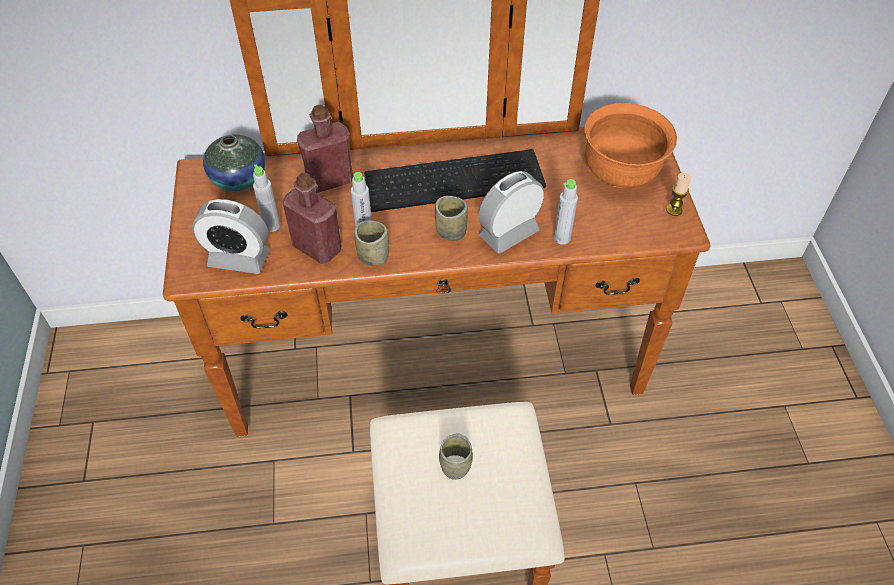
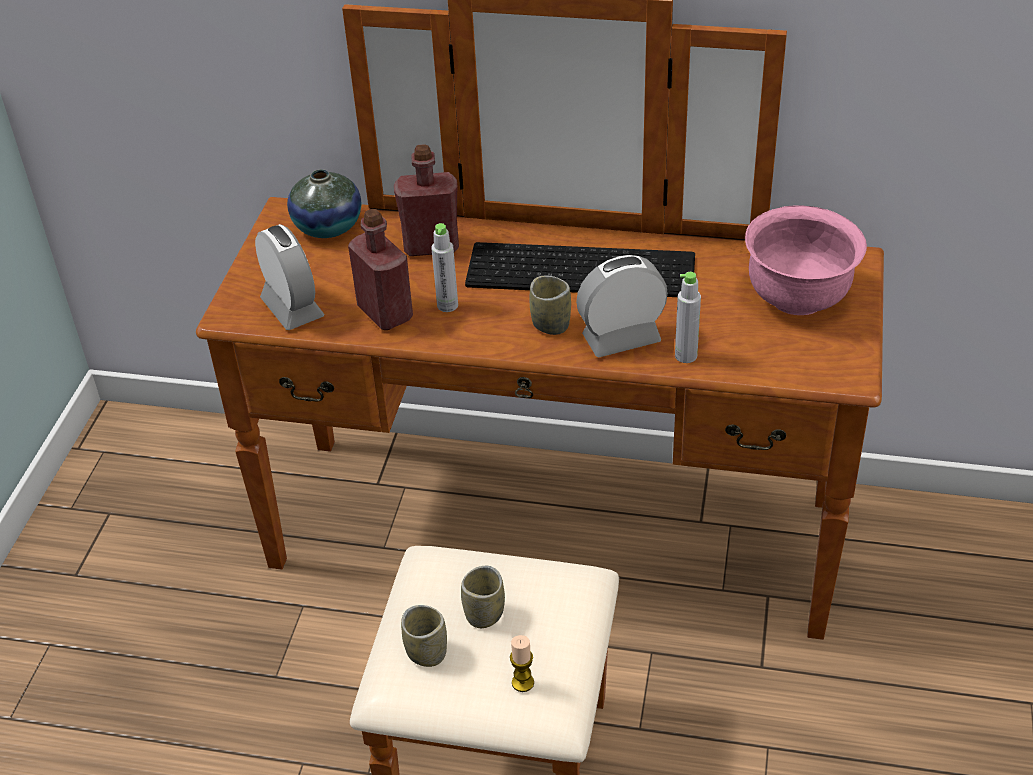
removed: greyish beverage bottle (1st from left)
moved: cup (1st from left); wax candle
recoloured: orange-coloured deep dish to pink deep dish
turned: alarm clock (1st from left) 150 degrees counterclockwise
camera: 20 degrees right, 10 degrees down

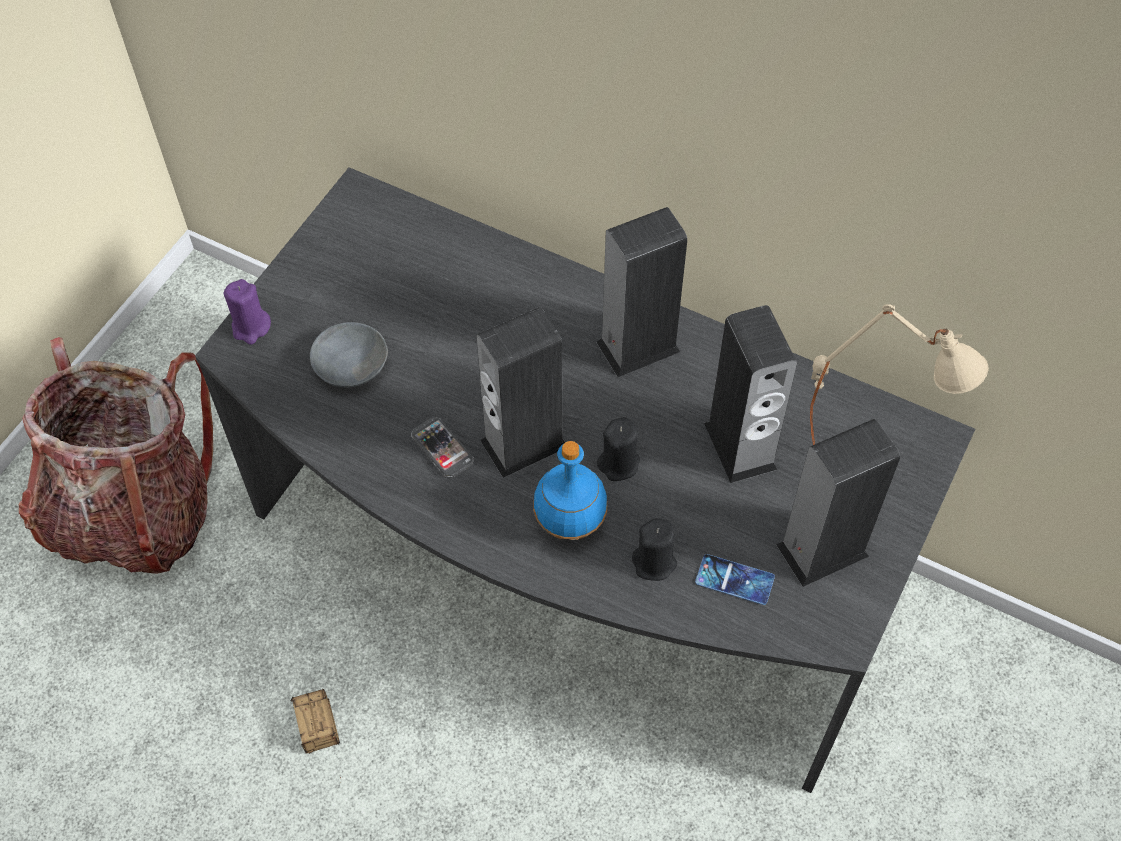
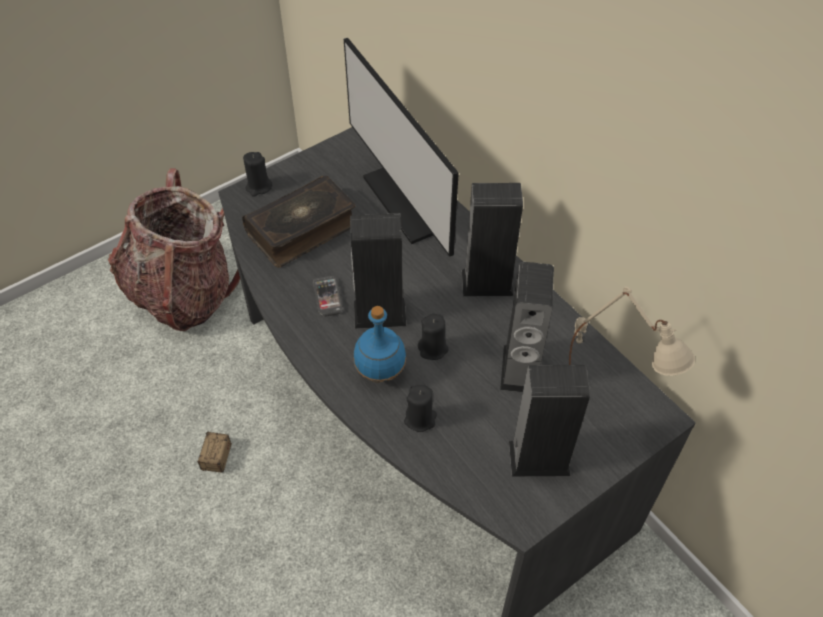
removed: handset (2nd from left)
added: computer screen
replaced: greyish deep dish to bound book
recoloured: purple-coloured wax candle to blackish wax candle (1st from left)
camera: 25 degrees right, 5 degrees down

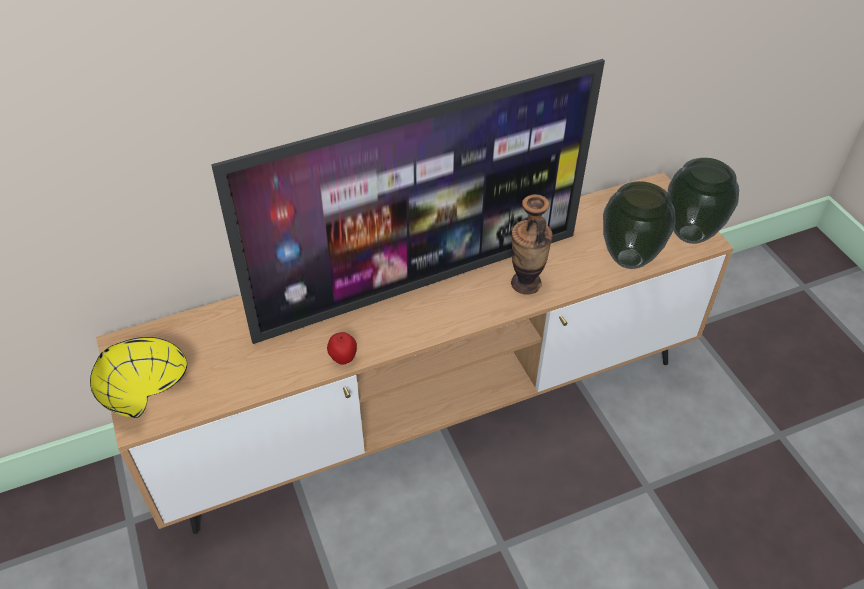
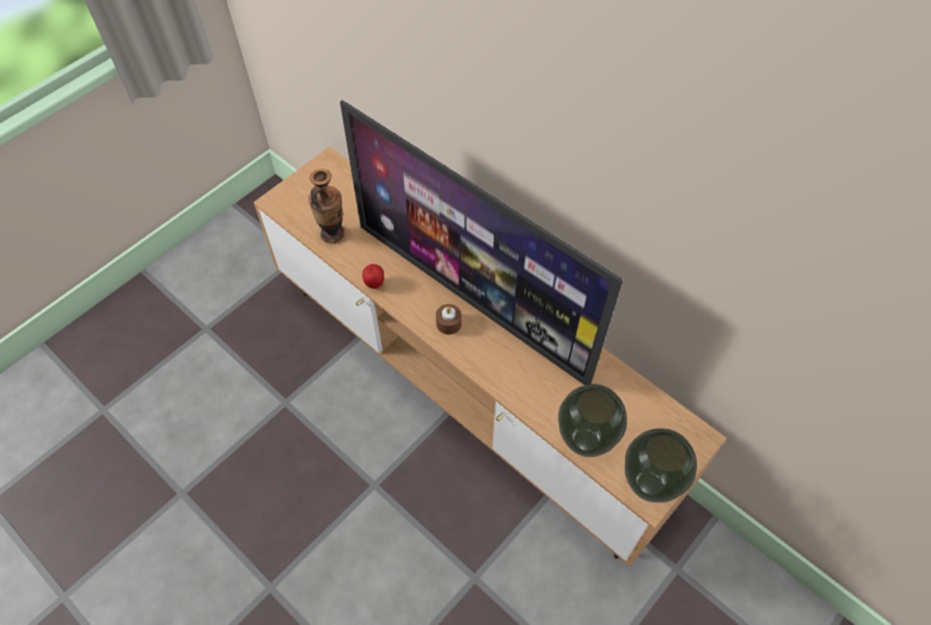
removed: yellow-coloured deep dish
added: brownish wax candle
moved: flower vase (1st from left)
camera: 65 degrees right, 10 degrees up

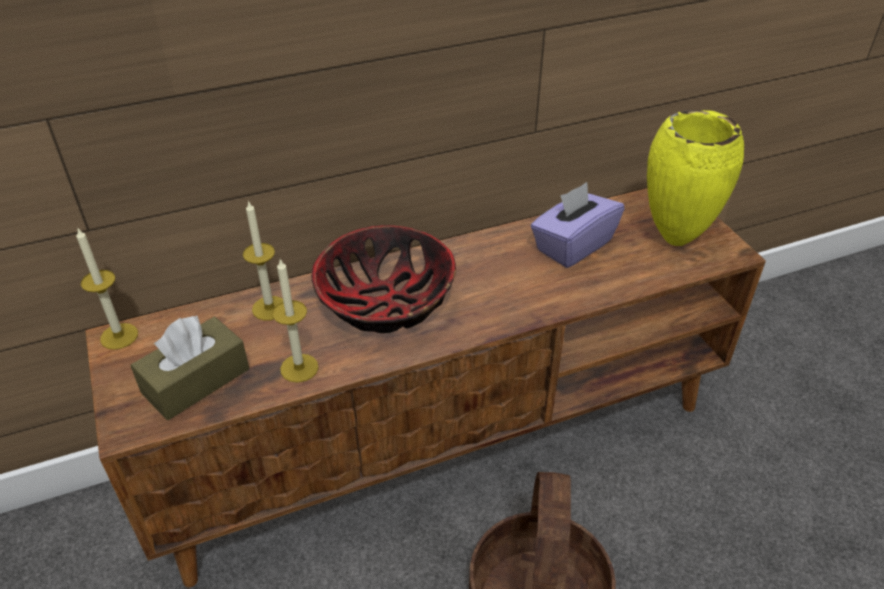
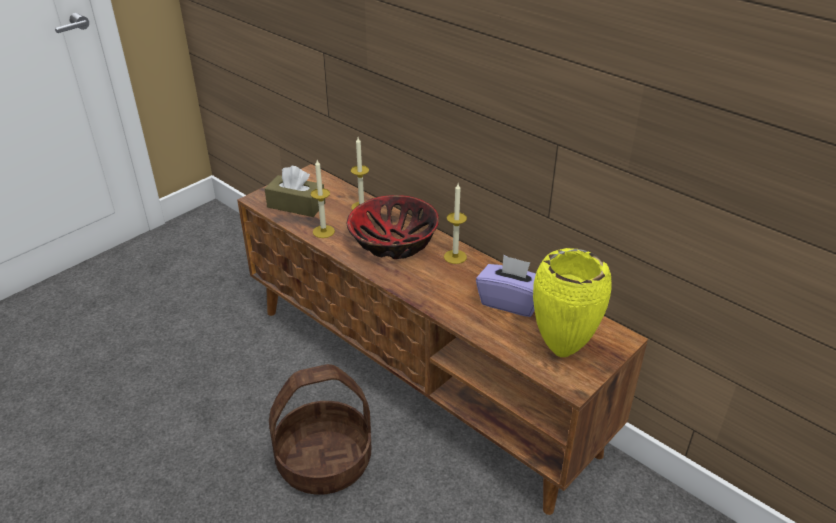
moved: wax candle (1st from left in the first image) to wax candle (3rd from left)
camera: 65 degrees right, 5 degrees down

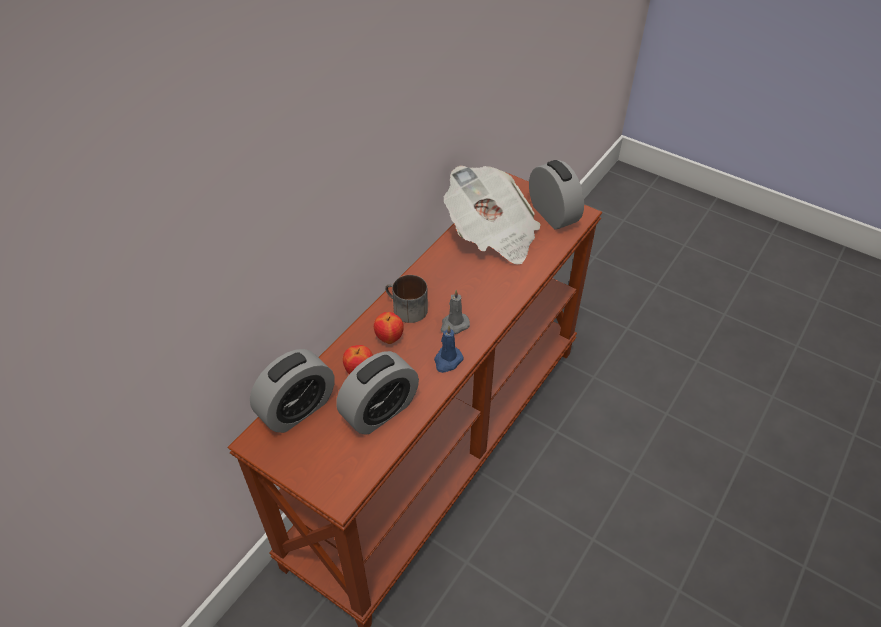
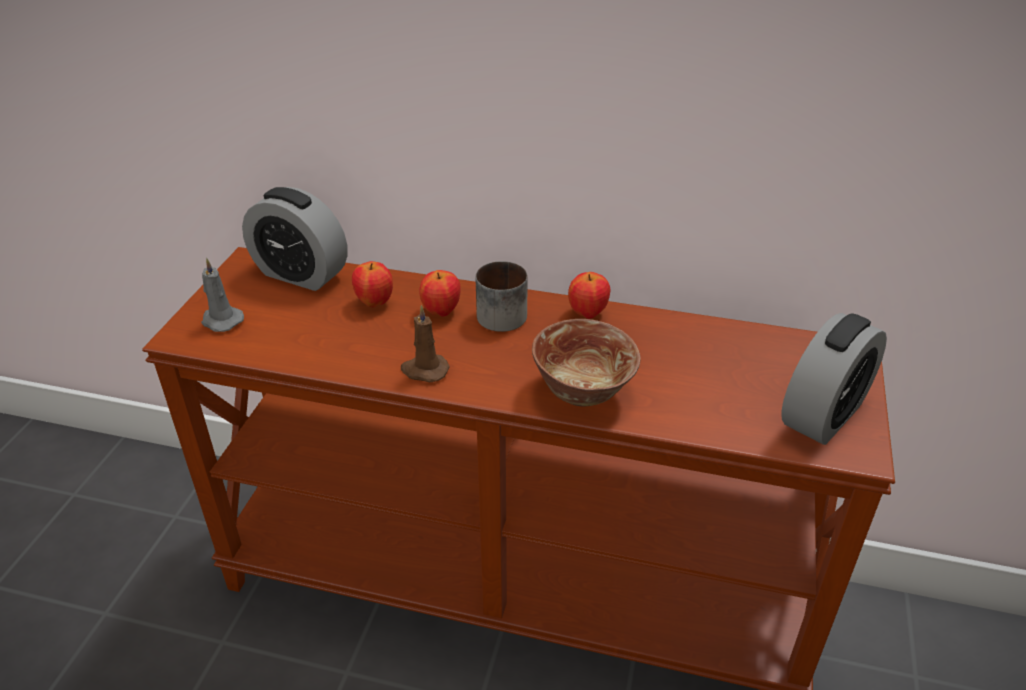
removed: alarm clock (2nd from left); printed paper
added: deep dish; apple fruit (3rd from left)
moved: greyish wax candle
recoloured: bluish wax candle to brownish wax candle
camera: 70 degrees right, 10 degrees down

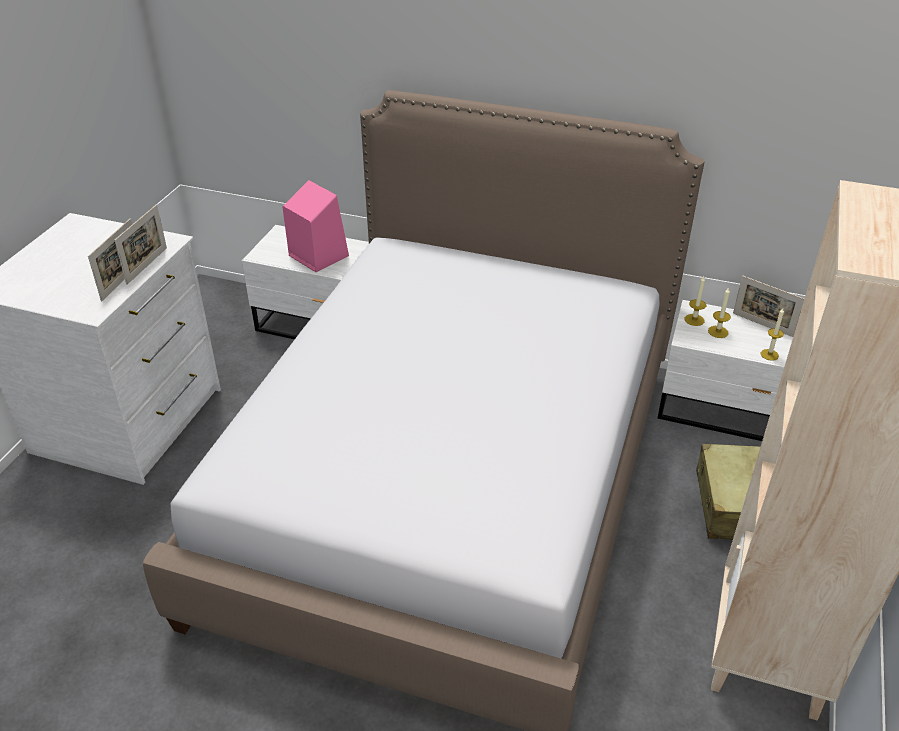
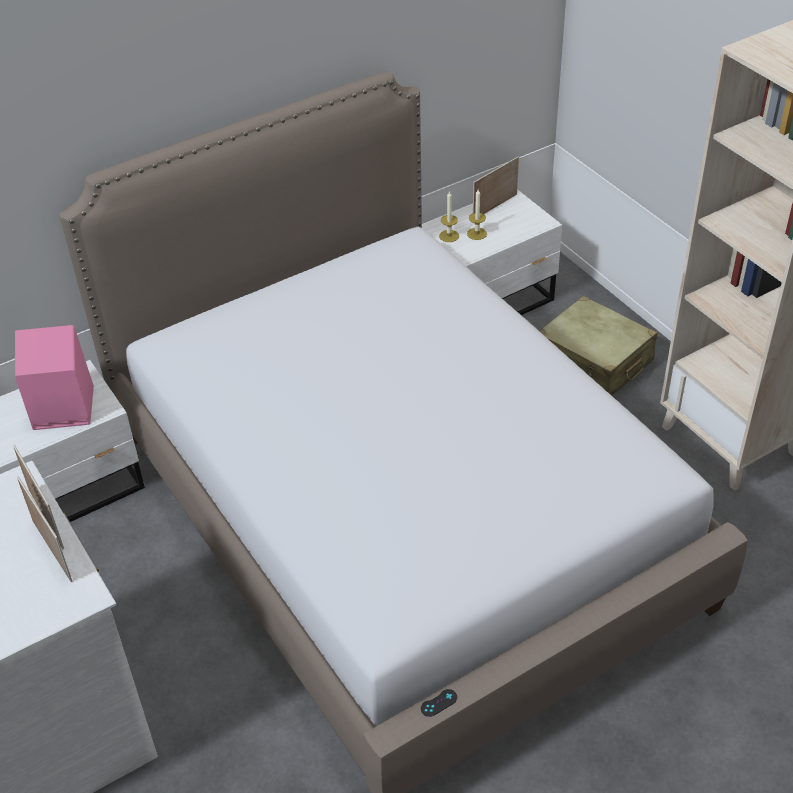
removed: wax candle (3rd from left)
added: blackish game controller
turned: photo frame (3rd from left) 150 degrees clockwise
camera: 50 degrees left, 5 degrees up

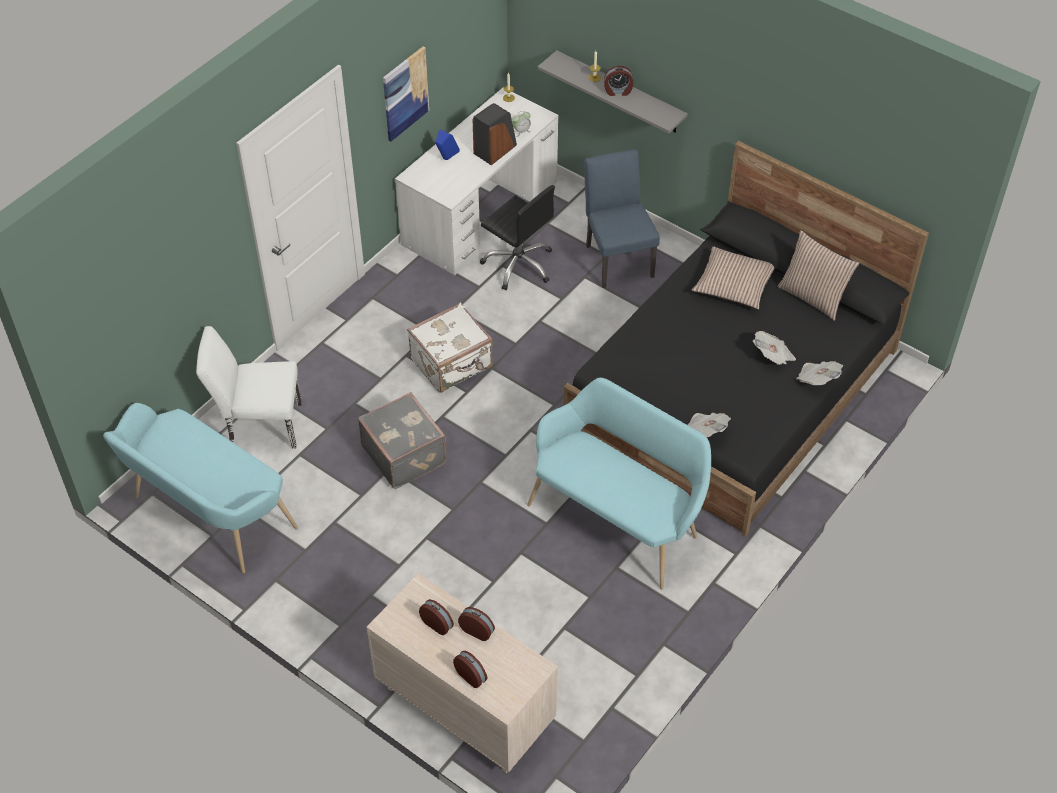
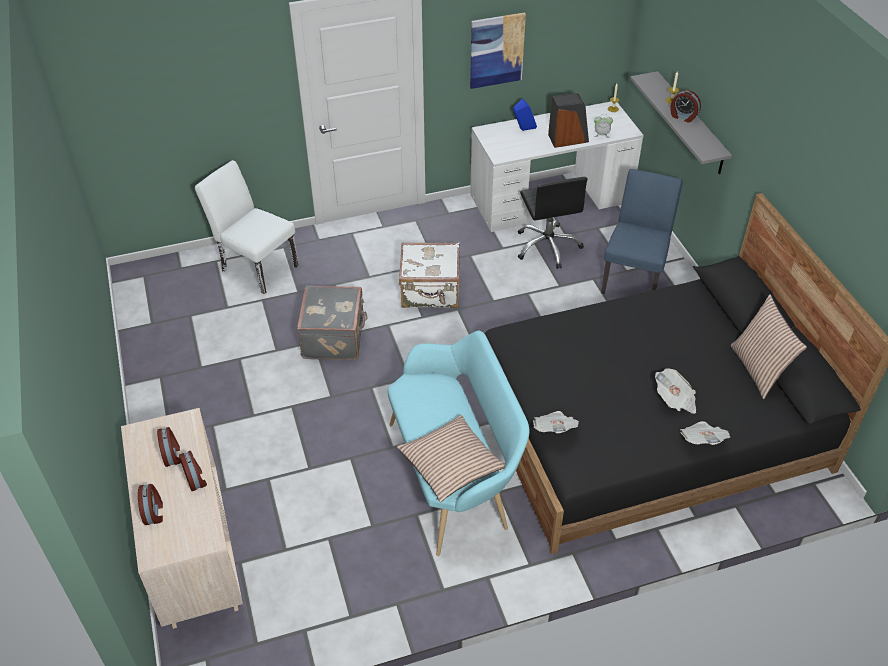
removed: turquoise-coloured indoor bench (1st from left)
moved: cushion (1st from left)
camera: 35 degrees right, 5 degrees down

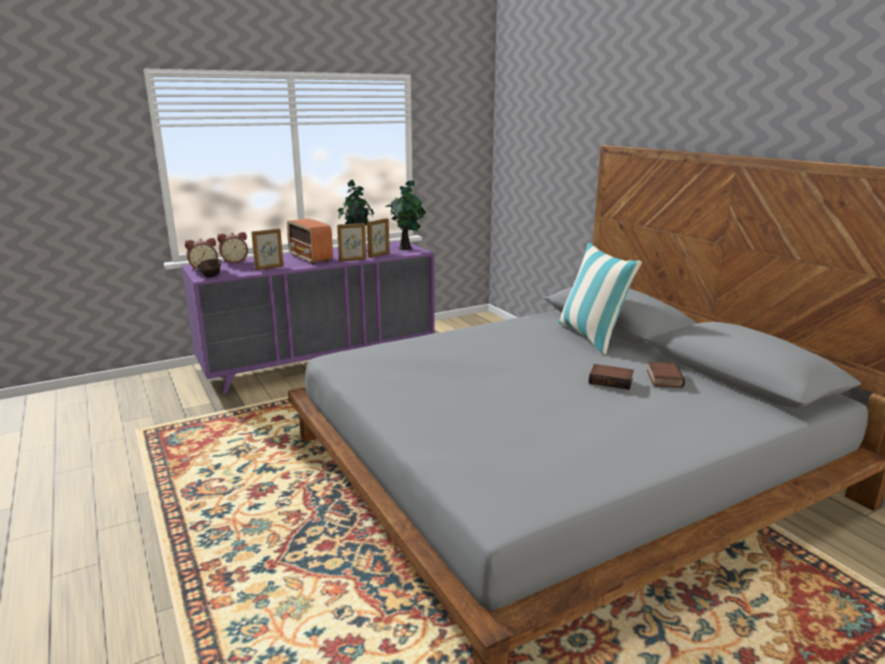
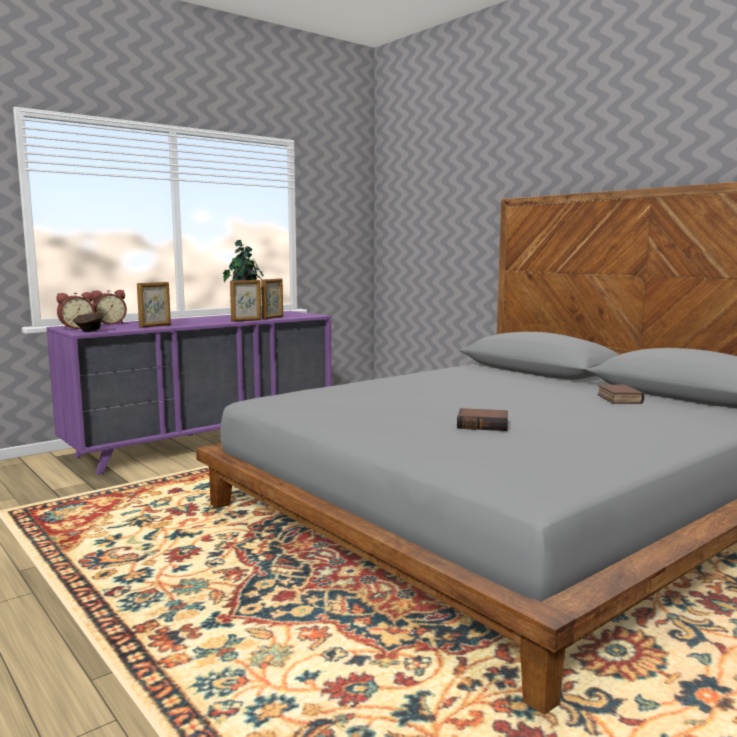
removed: radio set; plant in a pot (2nd from left); cushion
moved: bound book (1st from left)
camera: 10 degrees left, 10 degrees down

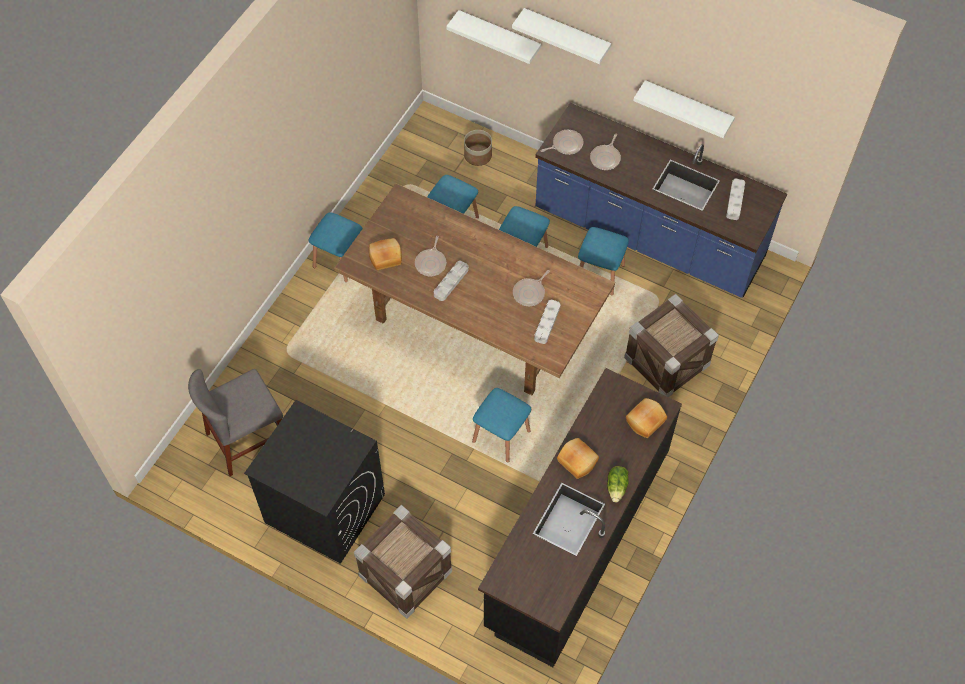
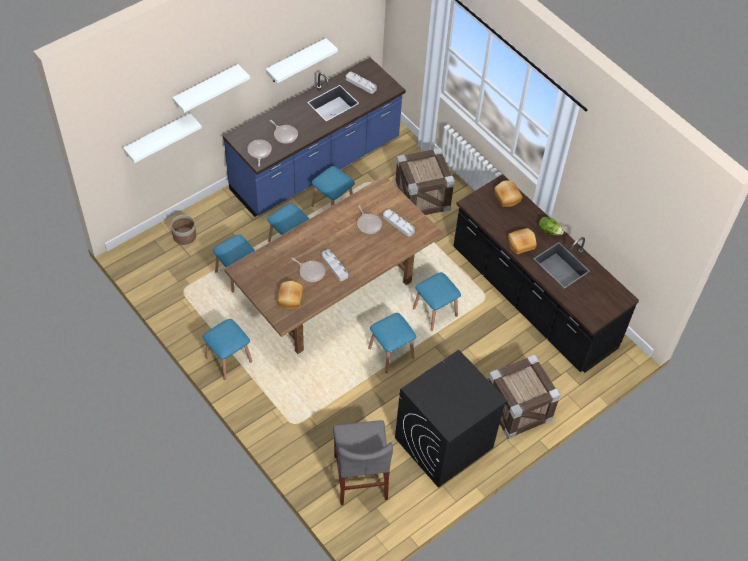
added: bluish sitting stool (5th from left)
camera: 70 degrees left, 5 degrees down

